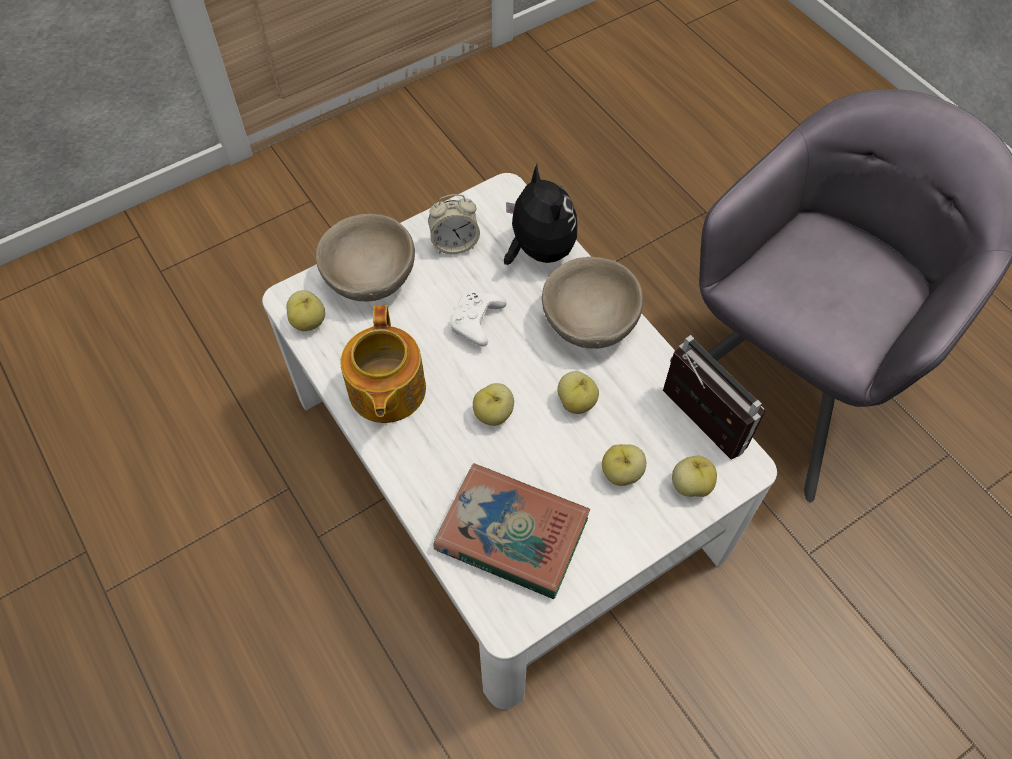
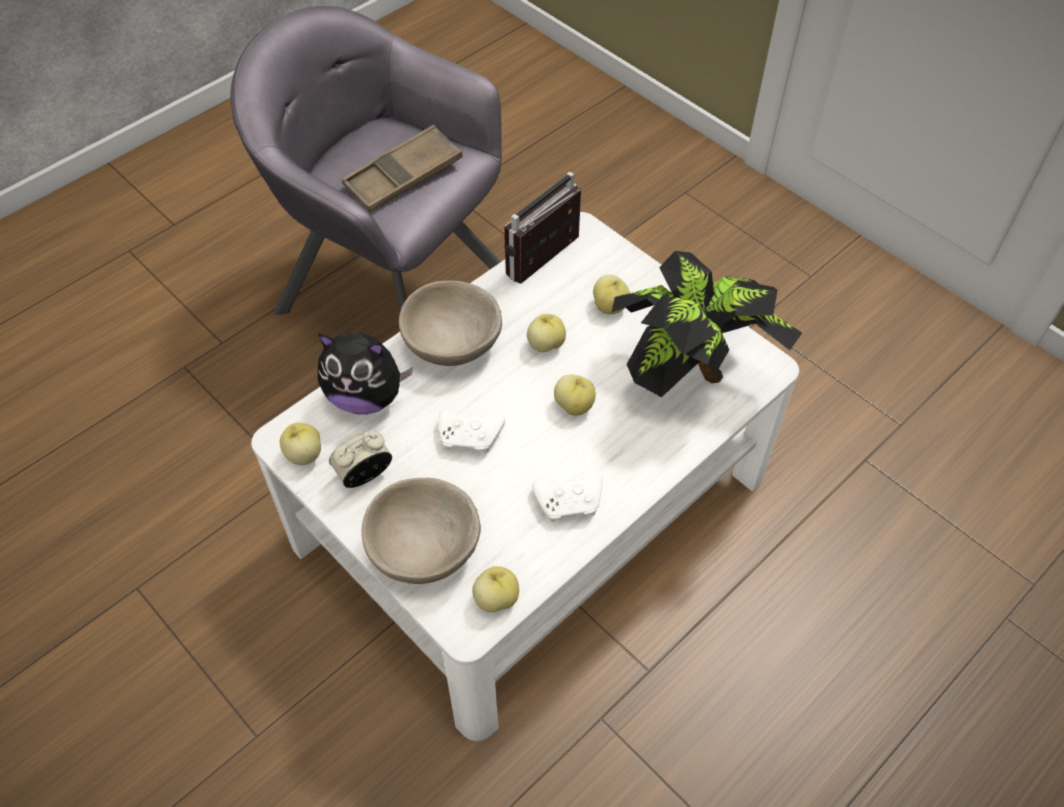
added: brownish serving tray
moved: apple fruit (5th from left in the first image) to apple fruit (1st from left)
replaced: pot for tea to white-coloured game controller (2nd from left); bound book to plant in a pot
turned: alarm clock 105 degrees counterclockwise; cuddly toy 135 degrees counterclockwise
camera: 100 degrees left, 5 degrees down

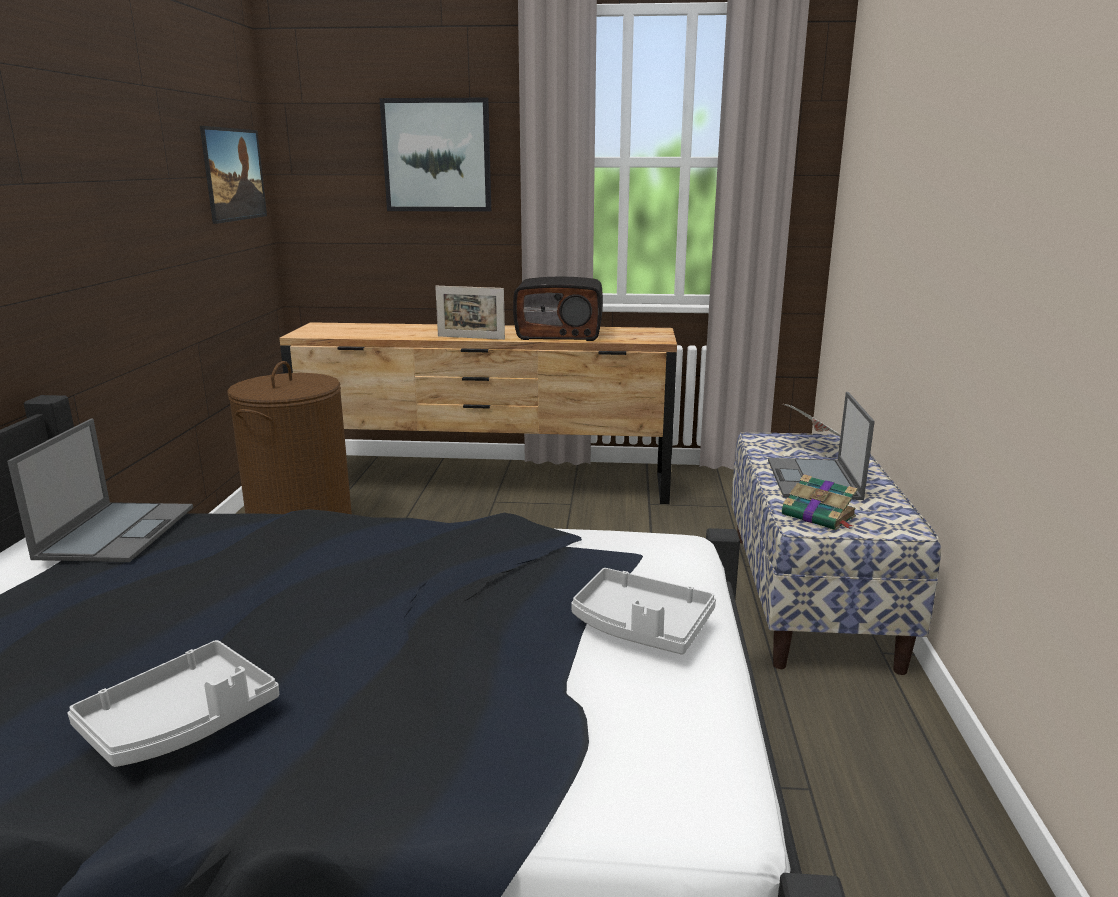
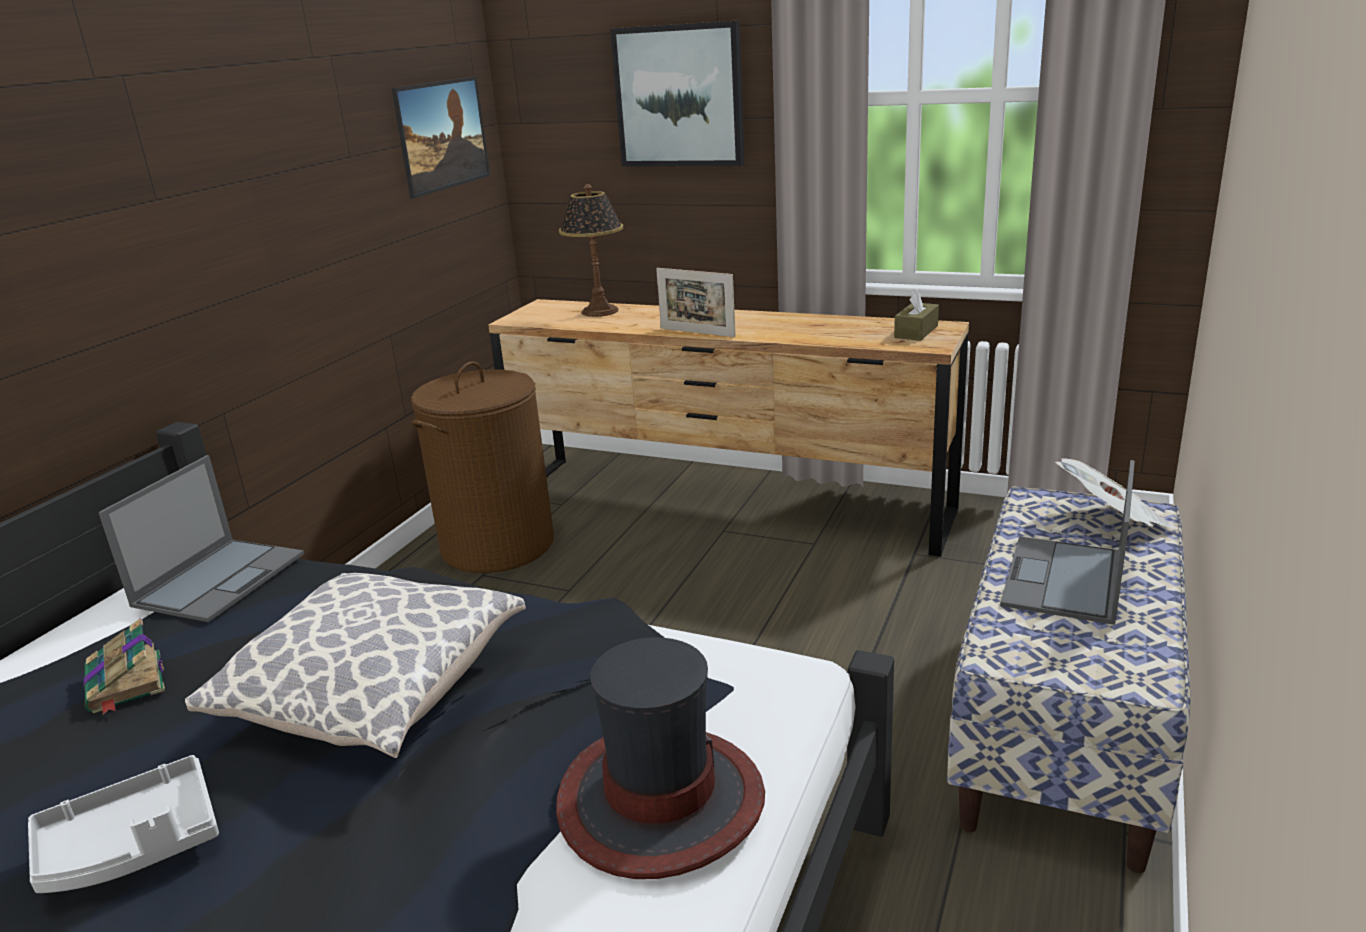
removed: radio set
added: cushion; lamp for a table; brownish tissue holder
moved: bound book
replaced: greyish serving tray (2nd from left) to wearable hat
camera: 20 degrees right, 5 degrees up

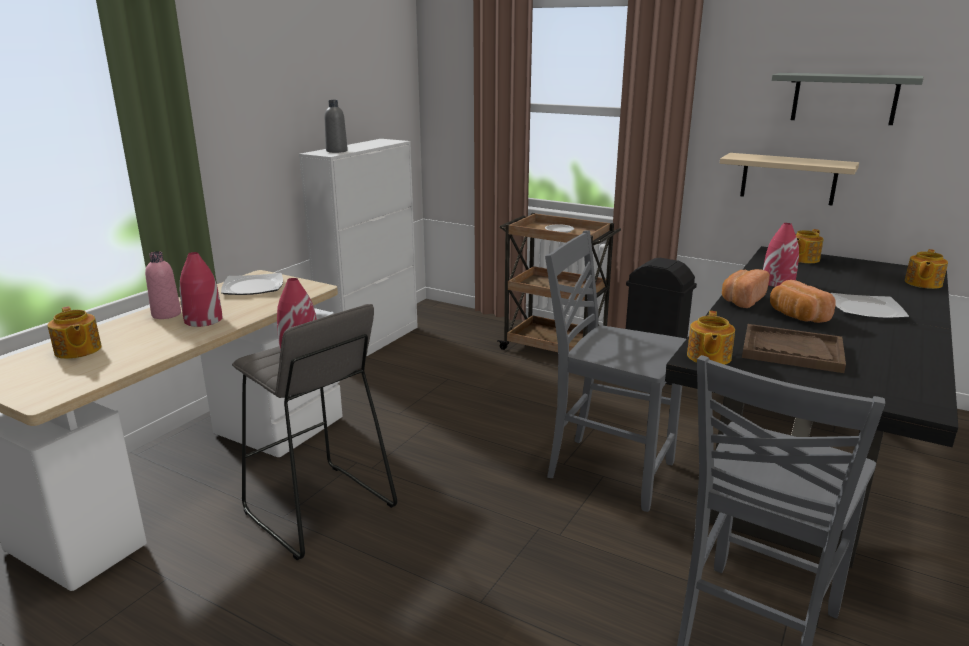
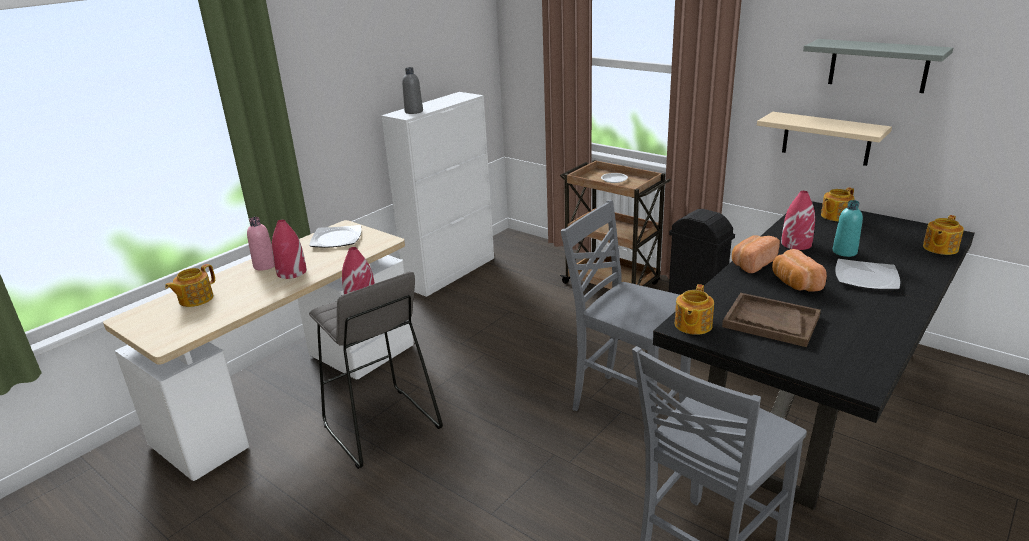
added: turquoise-coloured beverage bottle
turned: pot for tea (1st from left) 60 degrees clockwise
camera: 10 degrees right, 5 degrees up

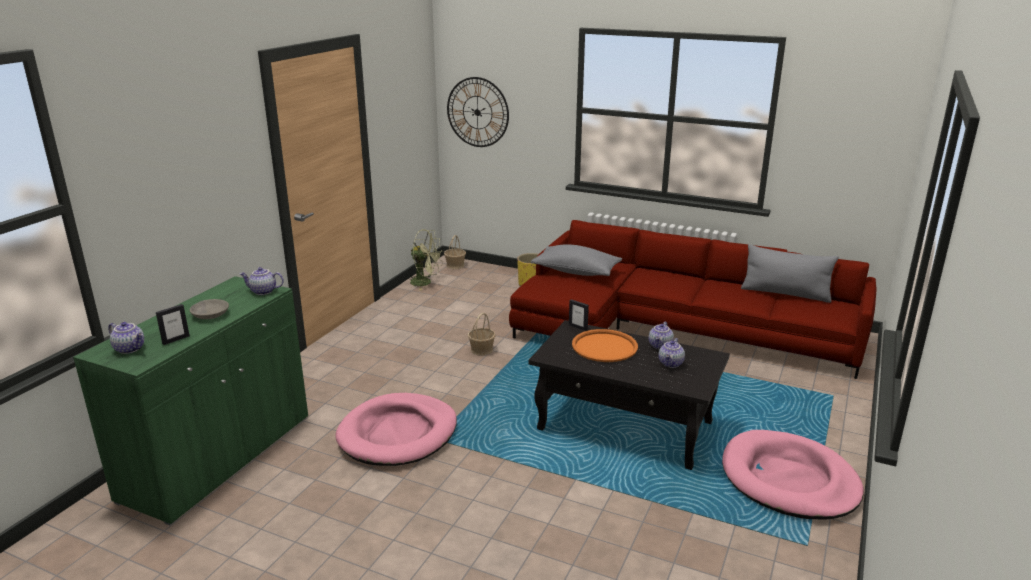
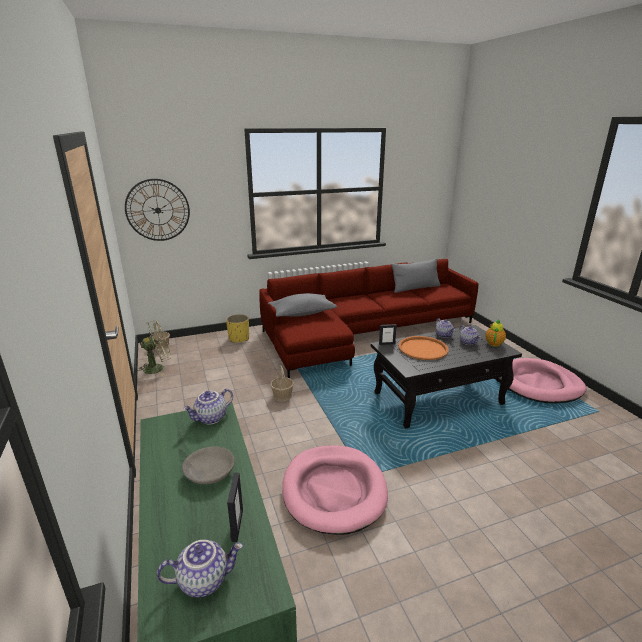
added: pot for tea (5th from left)
camera: 45 degrees left, 0 degrees up

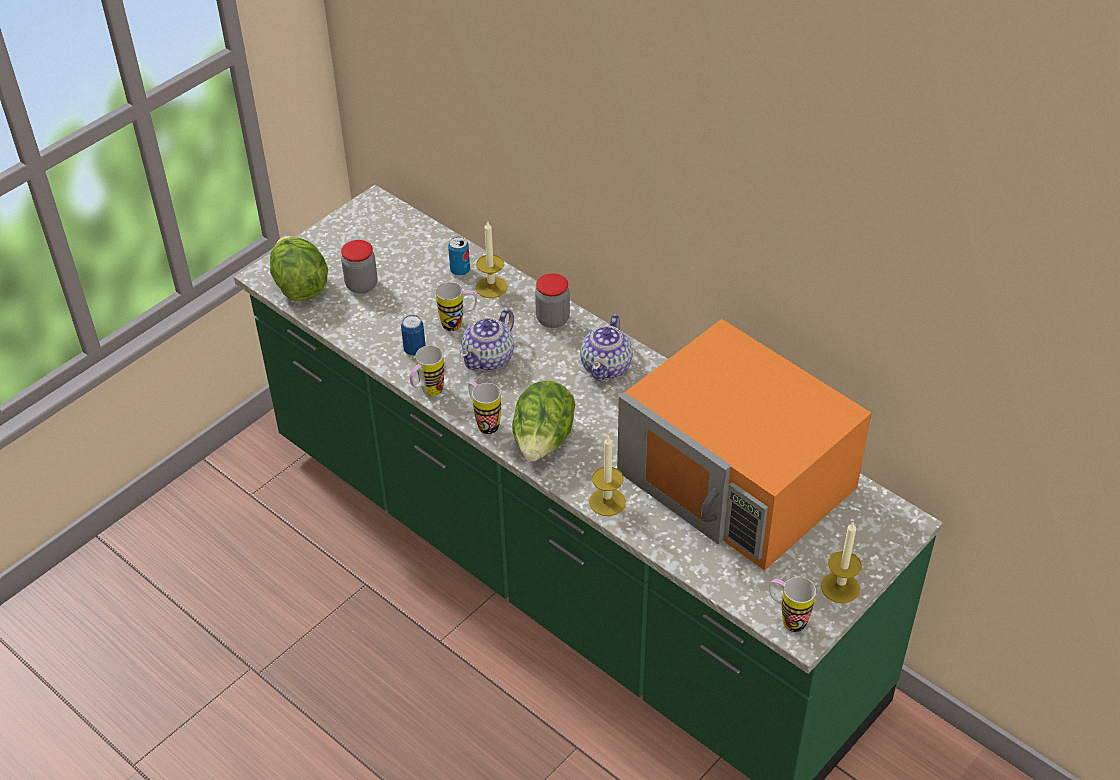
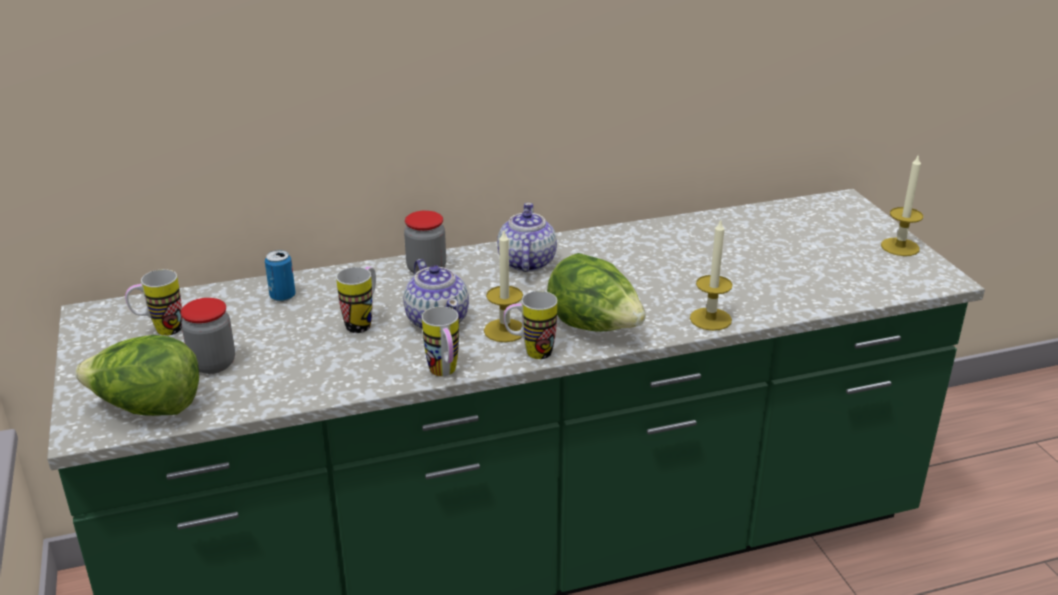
removed: sealed can (1st from left); orange-coloured microwave oven
moved: wax candle (1st from left); coffee mug (4th from left in the first image) to coffee mug (1st from left)
turned: pot for tea (2nd from left) 135 degrees counterclockwise
camera: 60 degrees left, 15 degrees down

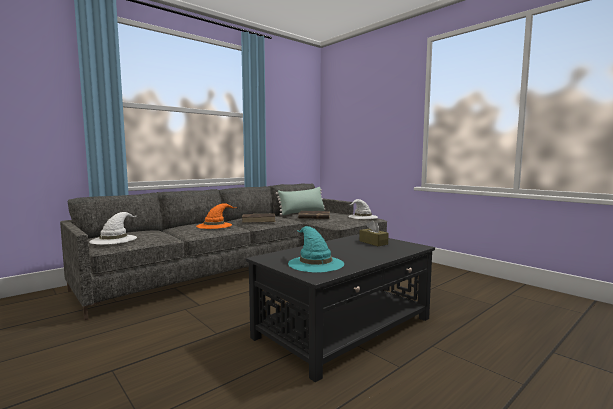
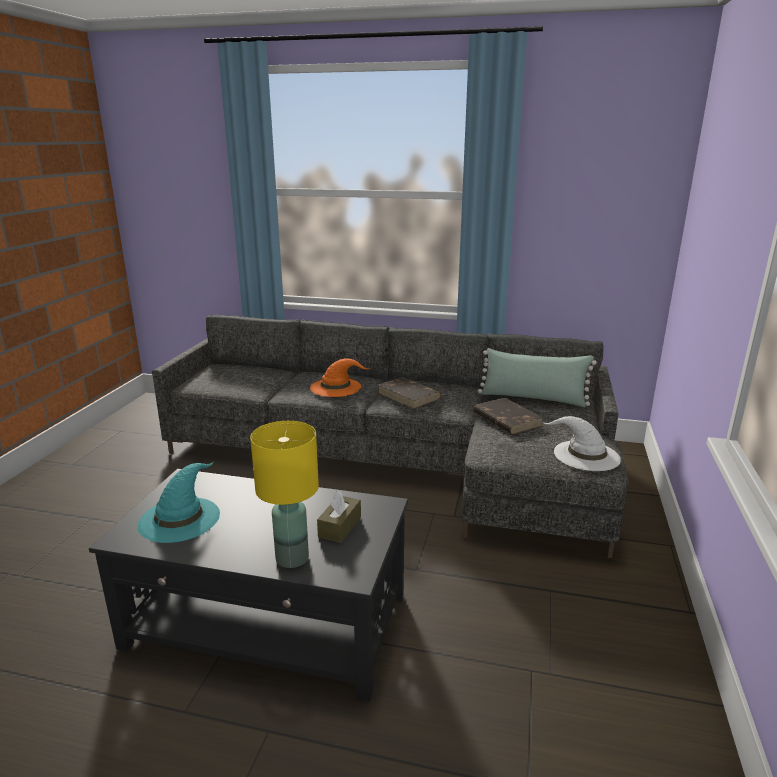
removed: white-coloured wearable hat (1st from left)
added: yellow-coloured lamp for a table
camera: 55 degrees right, 15 degrees up

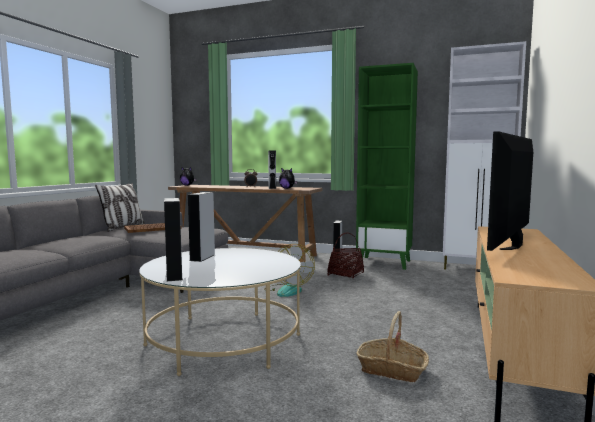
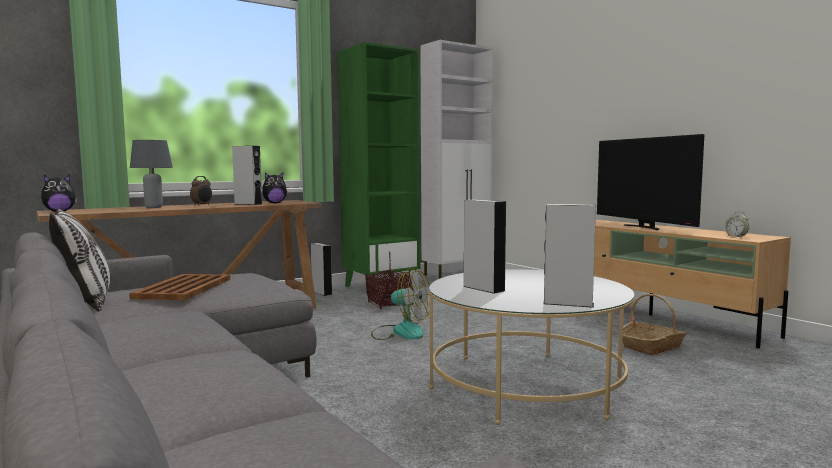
added: greyish lamp for a table; alarm clock (2nd from left)
camera: 55 degrees left, 0 degrees up

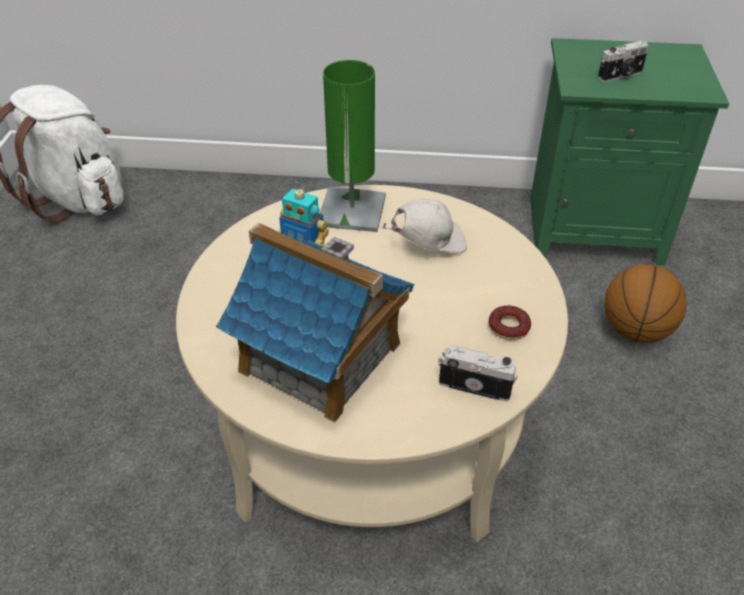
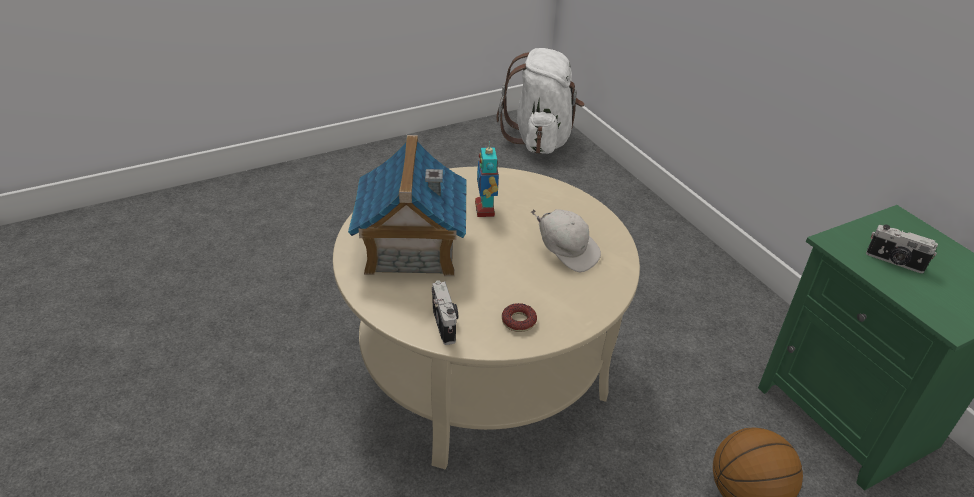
removed: green lamp for a table
camera: 55 degrees right, 5 degrees down

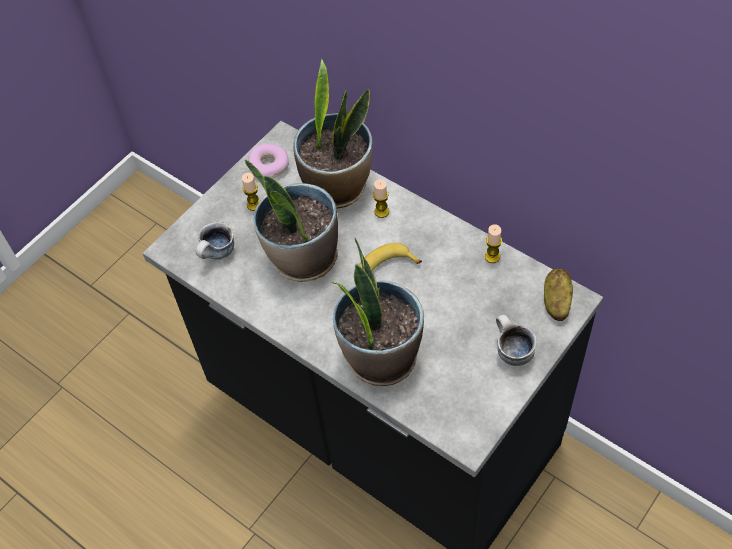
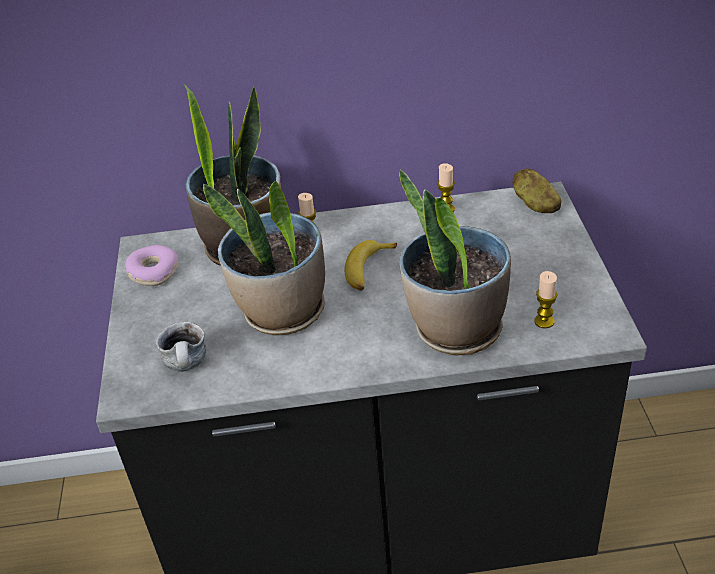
removed: coffee mug (2nd from left)
moved: wax candle (1st from left in the first image) to wax candle (3rd from left)
camera: 45 degrees left, 15 degrees down

